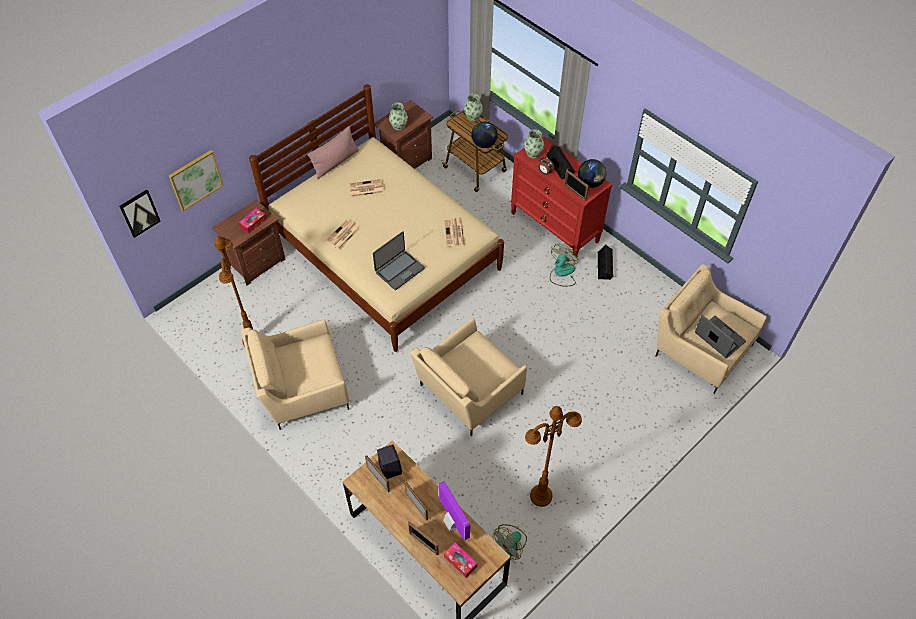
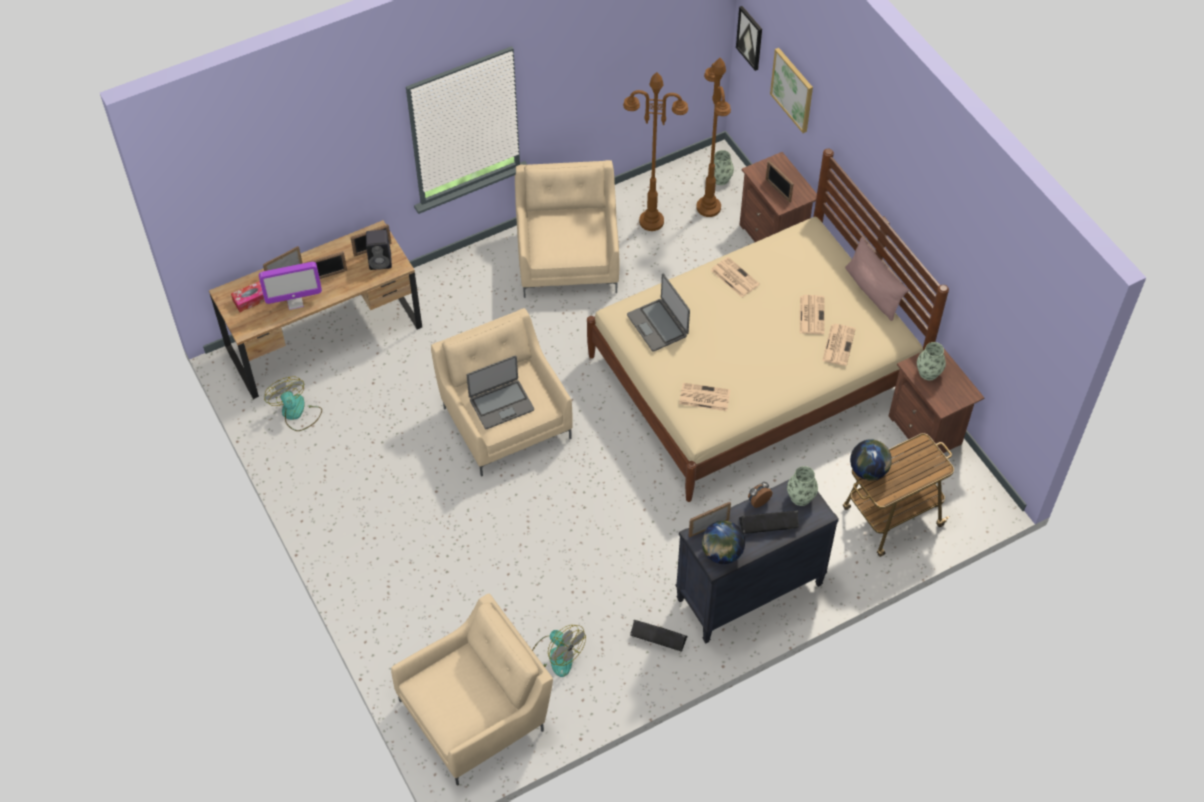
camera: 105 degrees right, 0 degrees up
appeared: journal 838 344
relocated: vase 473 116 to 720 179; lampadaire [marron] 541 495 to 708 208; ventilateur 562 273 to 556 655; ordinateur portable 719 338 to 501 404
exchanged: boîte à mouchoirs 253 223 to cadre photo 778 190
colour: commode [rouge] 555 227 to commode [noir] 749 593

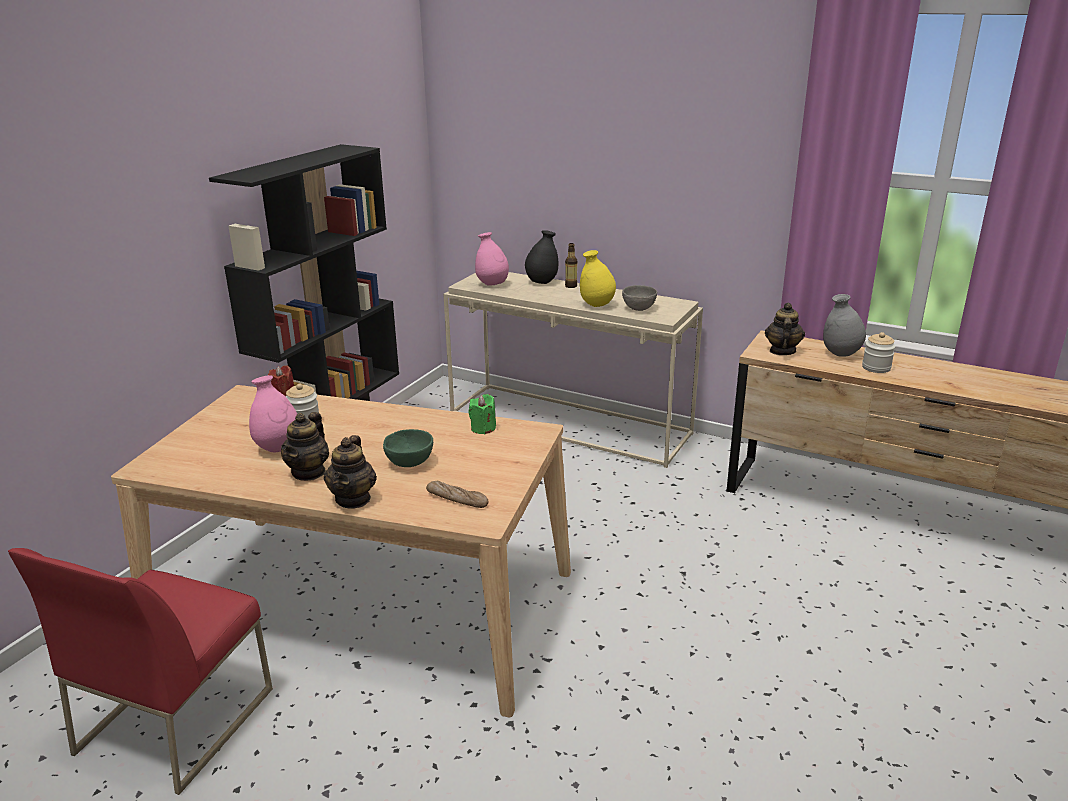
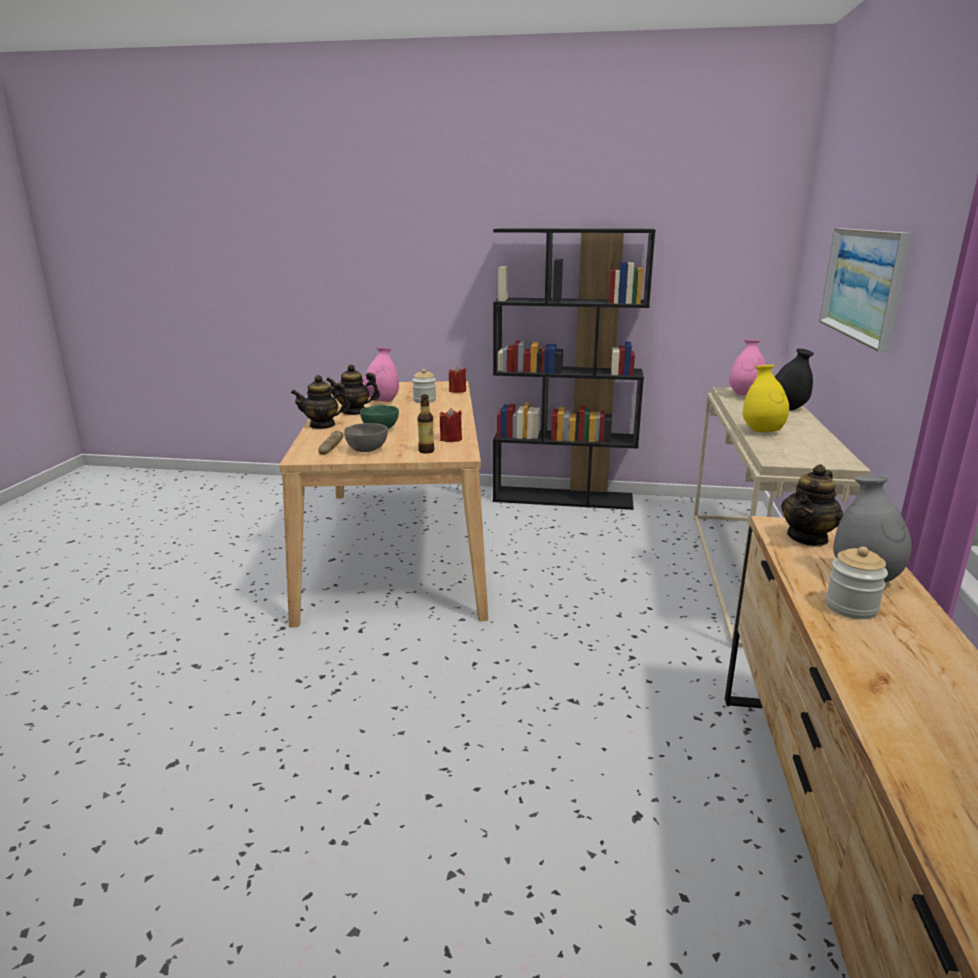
camera: 70 degrees right, 5 degrees down
missing: chaise [rouge] 176 719
appeared: tableau 863 284
relocated: bouteille 571 286 to 426 451; bol [gris] 638 308 to 366 450
colour: bougie [vert] 483 428 to bougie [rouge] 451 439
spun: théière 782 351 = 808 538 135 degrees clockwise

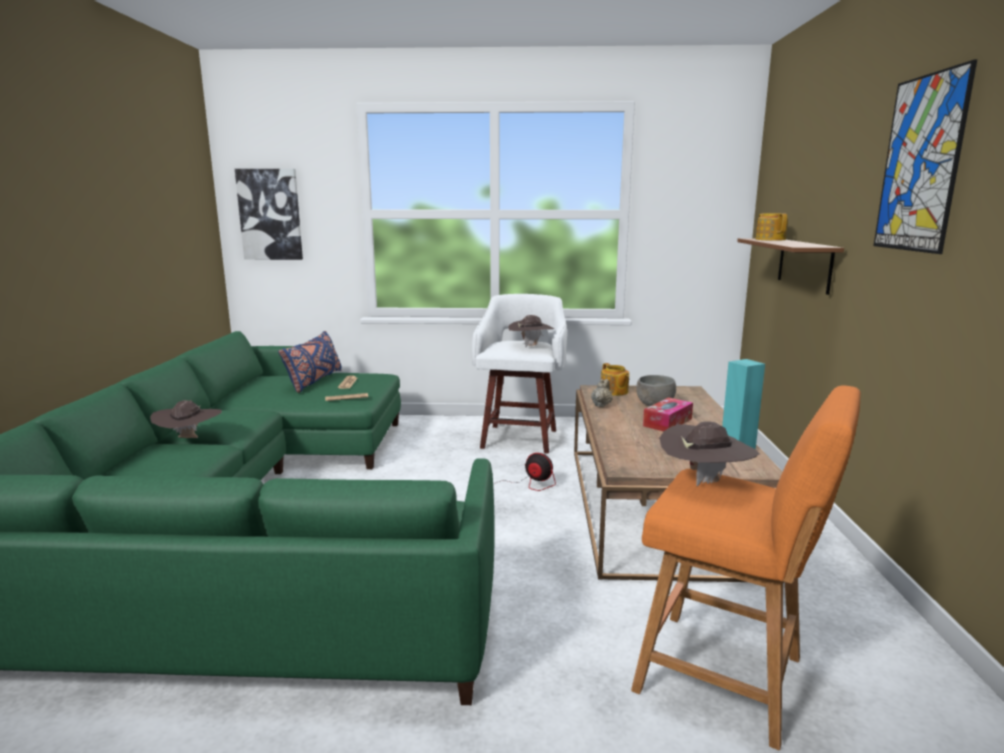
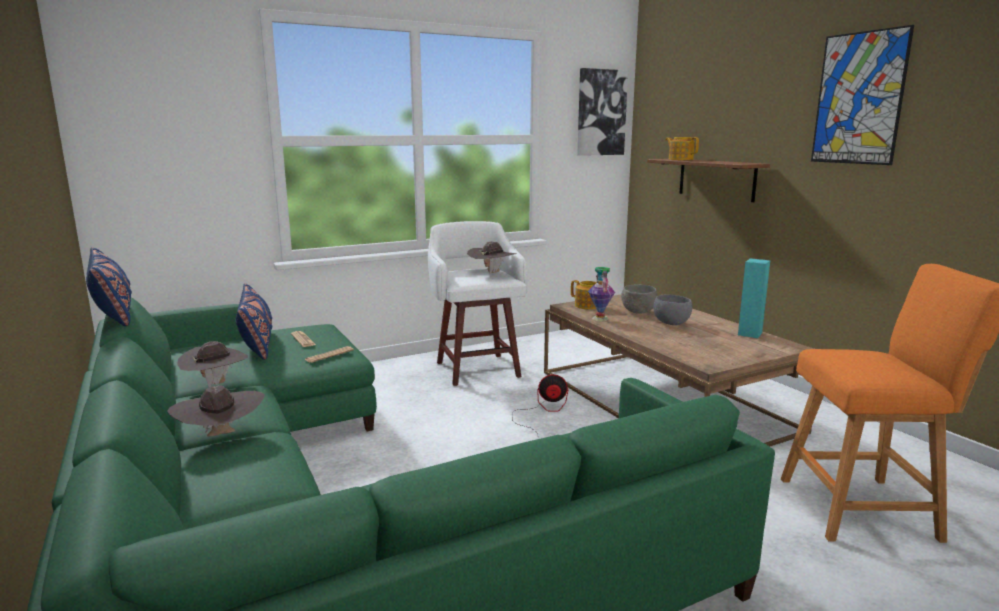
camera: 30 degrees left, 0 degrees up
appeared: coussin [bleu] 113 313
relocated: tableau 270 214 to 601 113; chapeau [marron] 704 481 to 216 384
exchanged: théière [beige] 601 405 to vase 599 318; boîte à mouchoirs 667 422 to bol [gris] 671 323

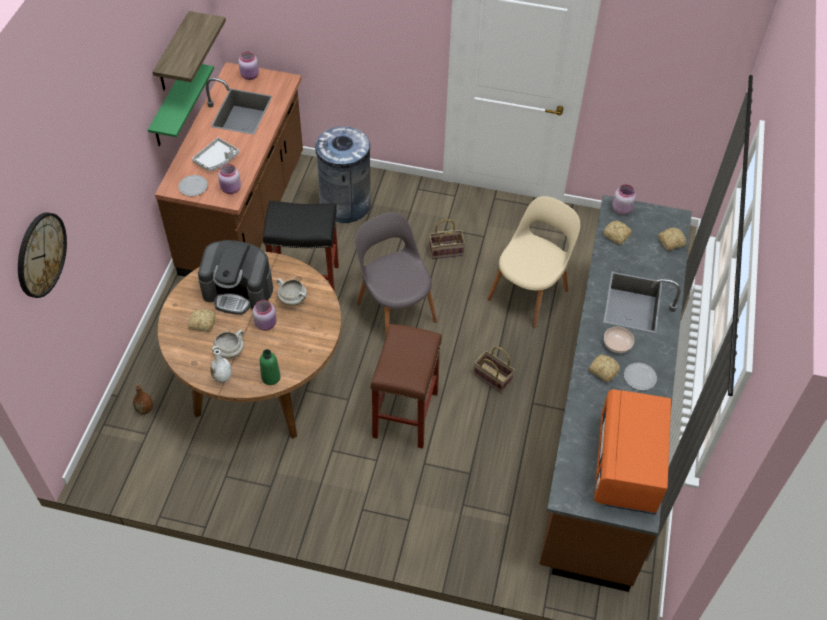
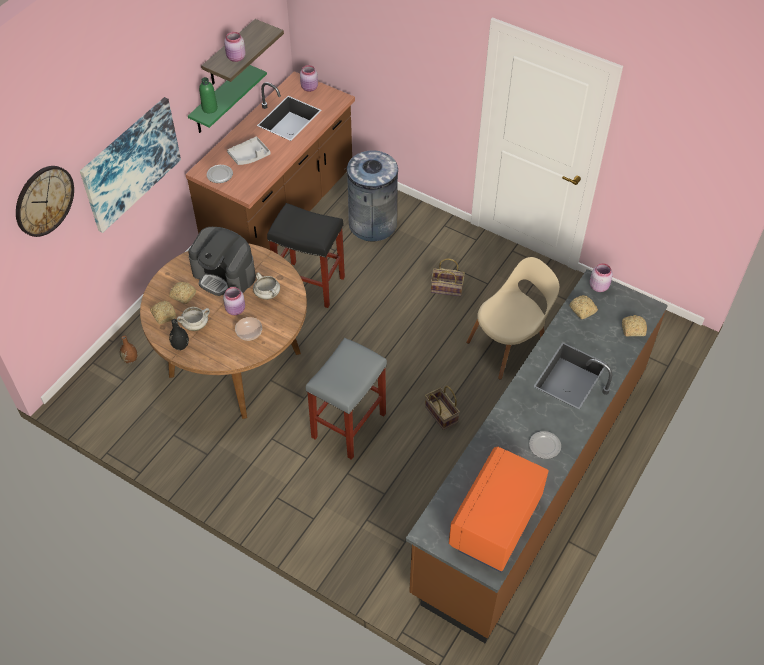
camera: 20 degrees right, 0 degrees up
missing: chaise [gris] 395 309
appeared: tableau 131 163
relocated: bocal [rose] 231 189 to 236 58; bouteille [vert] 271 377 to 209 108; pain 603 370 to 164 314; bol 616 344 to 248 332
colour: vase [blanc] 222 377 to vase [noir] 180 346; tabouret [marron] 406 415 to tabouret [gris] 348 426

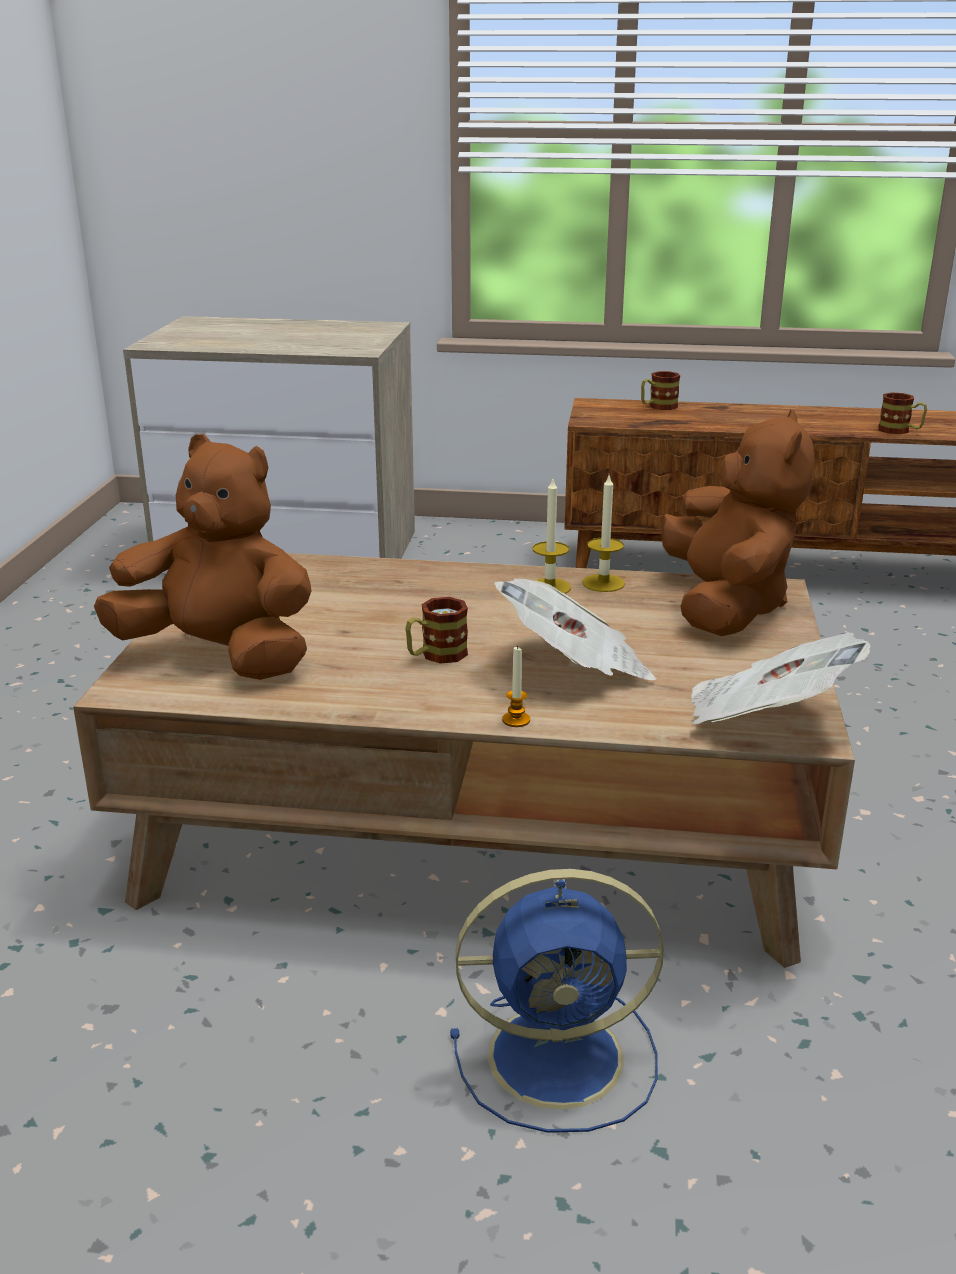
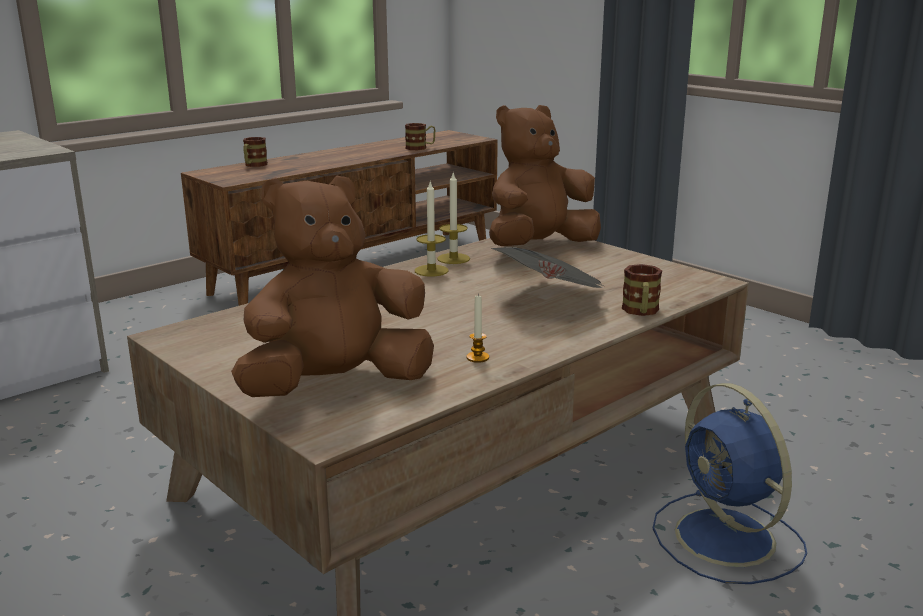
camera: 50 degrees left, 5 degrees down
missing: journal 765 718
relocated: mug 436 655 to 641 312; bougie 516 720 to 477 357
spun: ventilateur [bleu] 562 1056 = 728 540 120 degrees clockwise; peluche [marron] 726 606 = 539 247 75 degrees counterclockwise

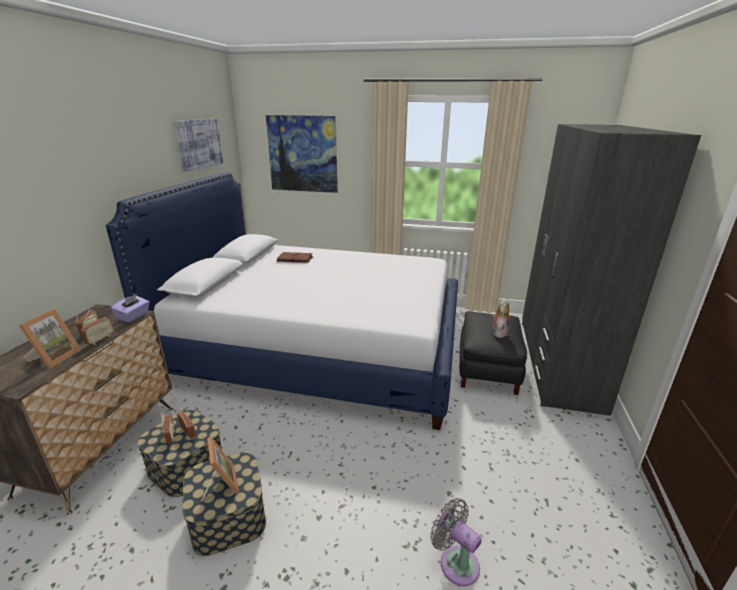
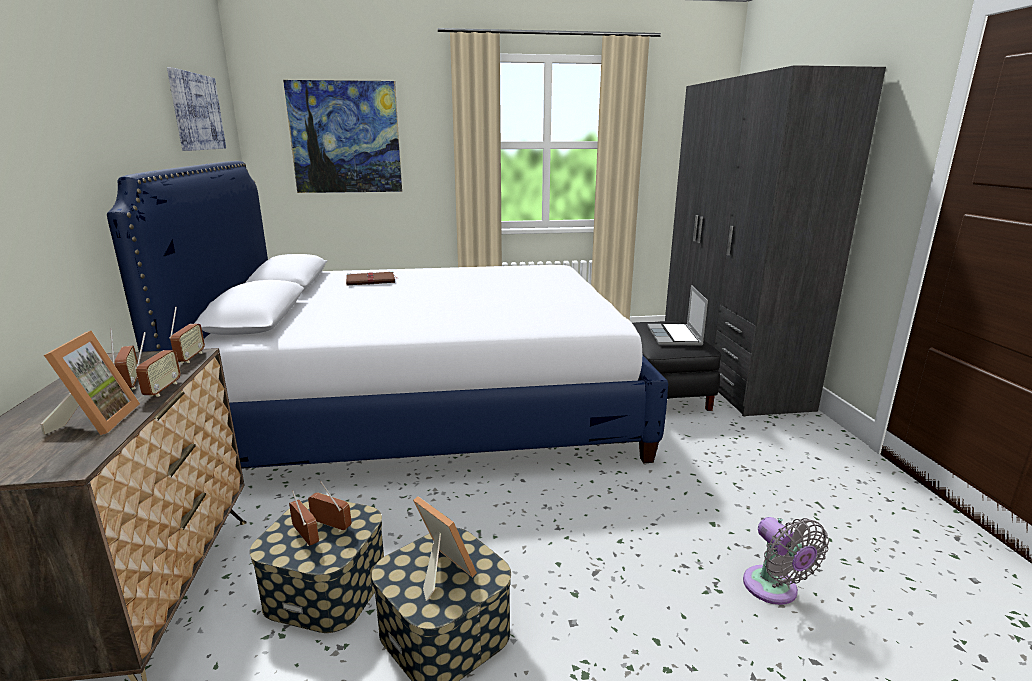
camera: 20 degrees left, 5 degrees down
exchanged: boîte à mouchoirs [violet] 133 316 to radio 190 358; peluche 498 332 to ordinateur portable 675 336
spun: ventilateur [gris] 455 562 = 774 590 135 degrees counterclockwise

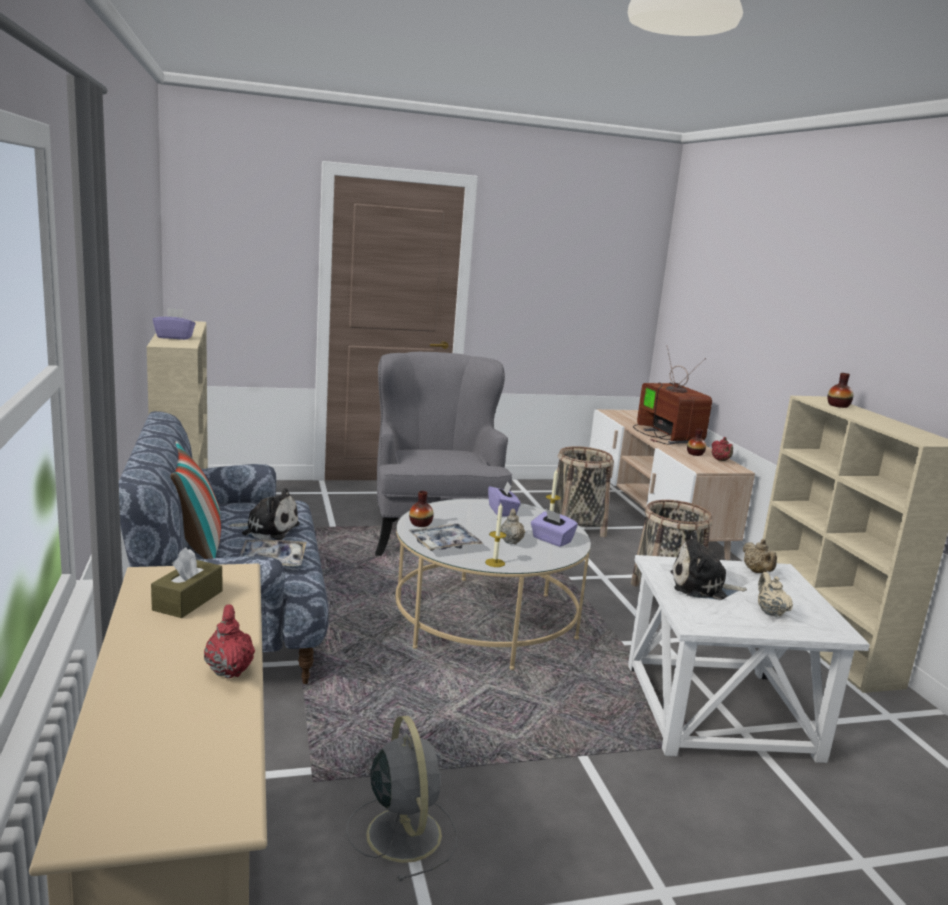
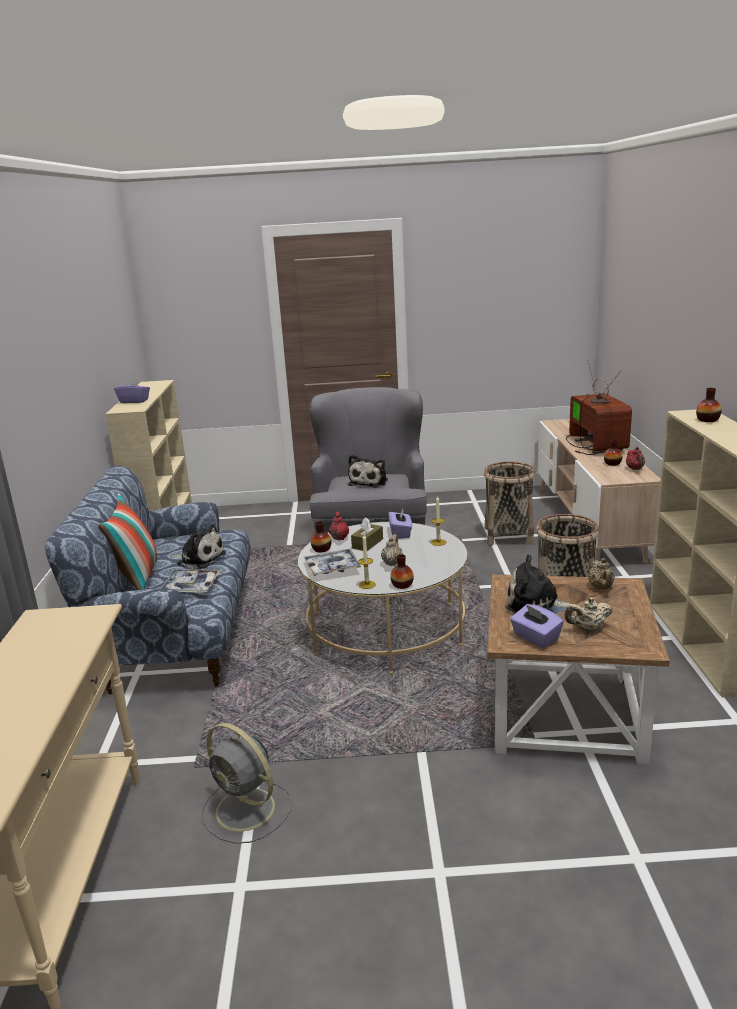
camera: 15 degrees right, 5 degrees up
appeared: peluche 369 482; vase 402 585
relocated: boîte à mouchoirs [marron] 188 600 to 367 543; théière [rouge] 229 669 to 339 538; boîte à mouchoirs [violet] 551 540 to 535 638
colour: table d'appoint [blanc] 722 712 to table d'appoint [marron] 568 715
spun: ventilateur [gris] 403 832 = 247 810 135 degrees clockwise; théière [beige] 770 612 = 588 629 105 degrees counterclockwise

